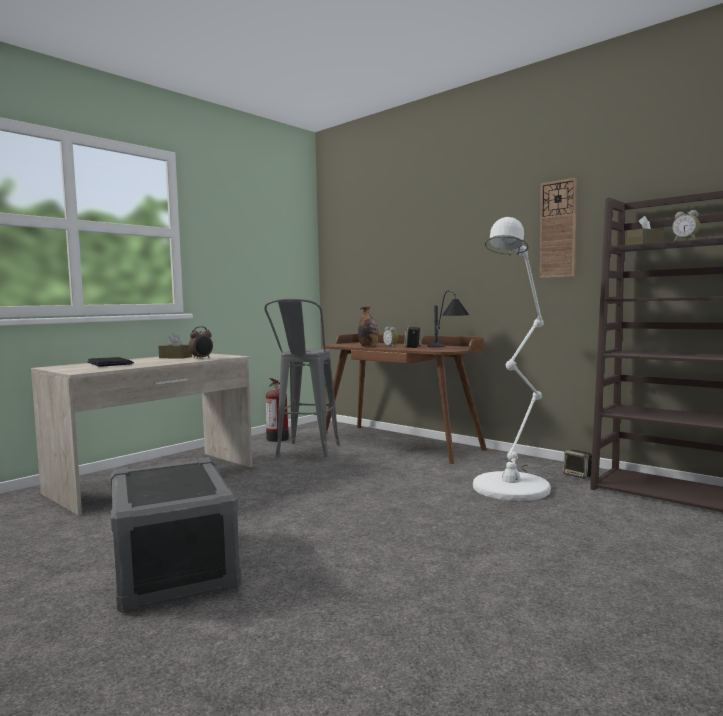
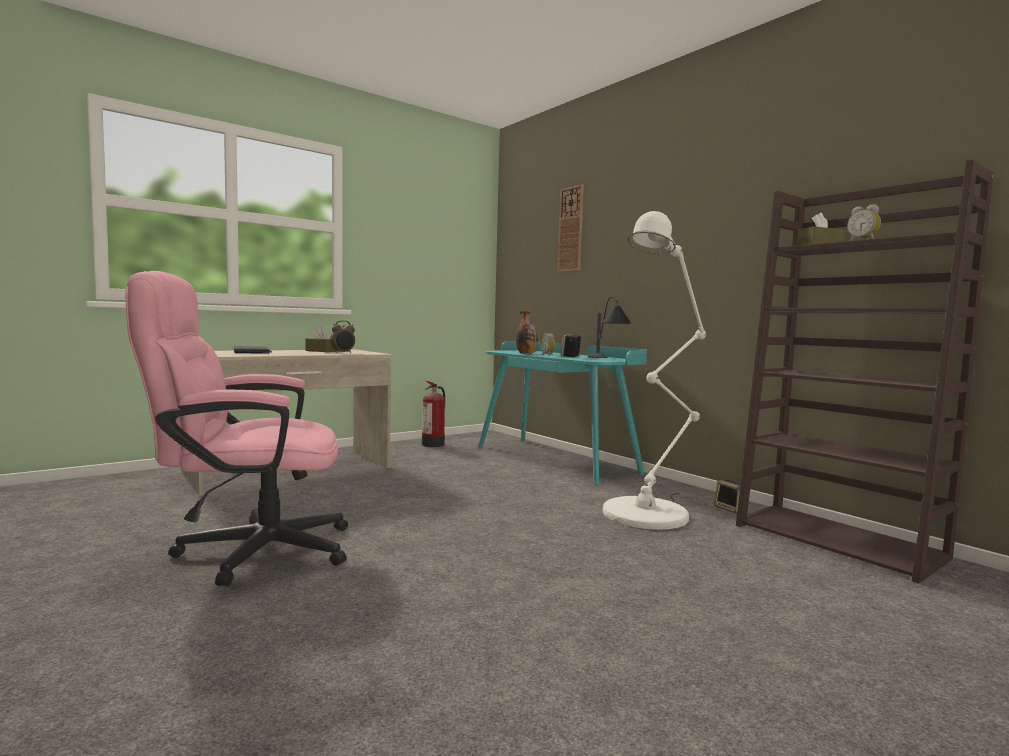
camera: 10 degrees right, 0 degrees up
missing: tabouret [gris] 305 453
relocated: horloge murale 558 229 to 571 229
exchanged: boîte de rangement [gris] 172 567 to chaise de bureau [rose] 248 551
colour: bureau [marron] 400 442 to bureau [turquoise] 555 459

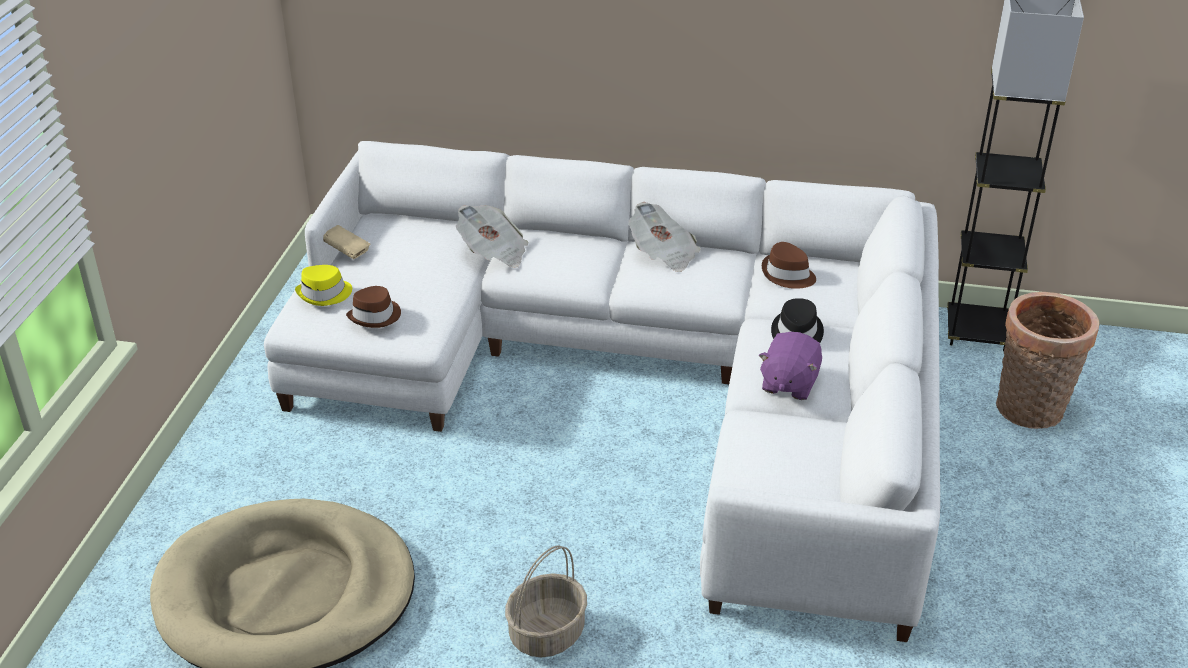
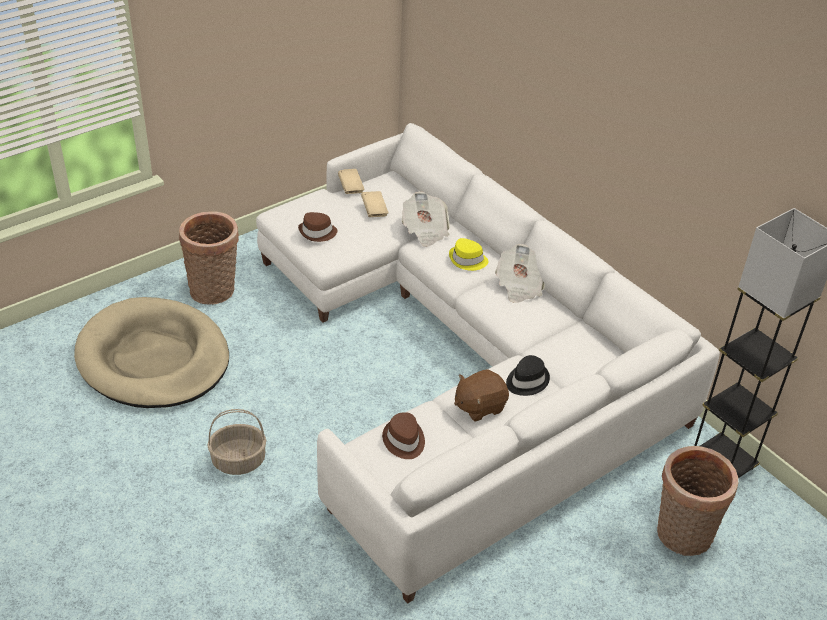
camera: 40 degrees right, 5 degrees up
appeared: panier 215 291; livre [beige] 374 210
relocated: chapeau [jaune] 324 294 to 467 260; chapeau [marron] 787 275 to 403 441
colour: peluche [violet] 788 383 to peluche [marron] 479 406

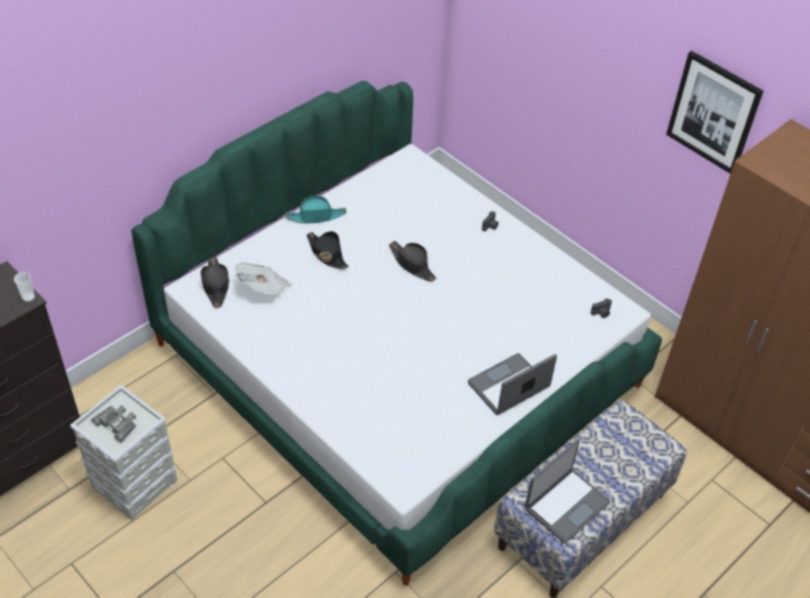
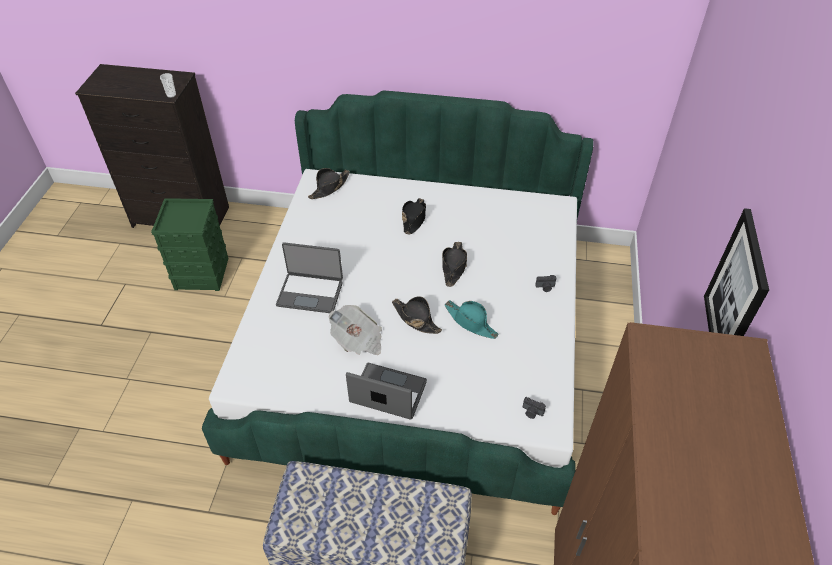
camera: 55 degrees right, 0 degrees up
missing: jumelles [gris] 117 424
appeared: chapeau [noir] 415 319
relocated: journal 264 289 to 358 340; chapeau [turquoise] 316 216 to 471 322; ordinateur portable 565 505 to 310 292
colour: boîte de rangement [gris] 134 483 to boîte de rangement [vert] 202 273

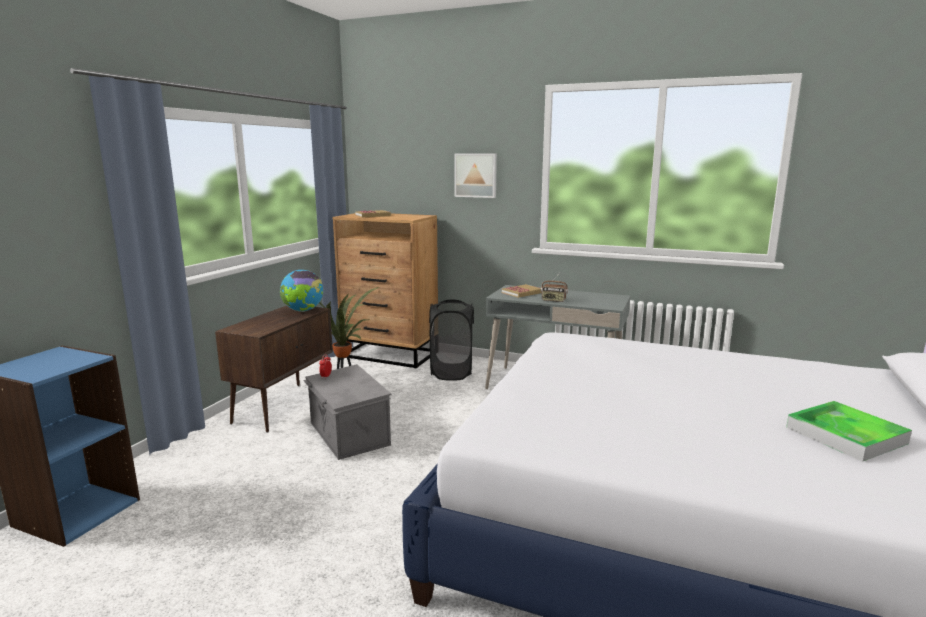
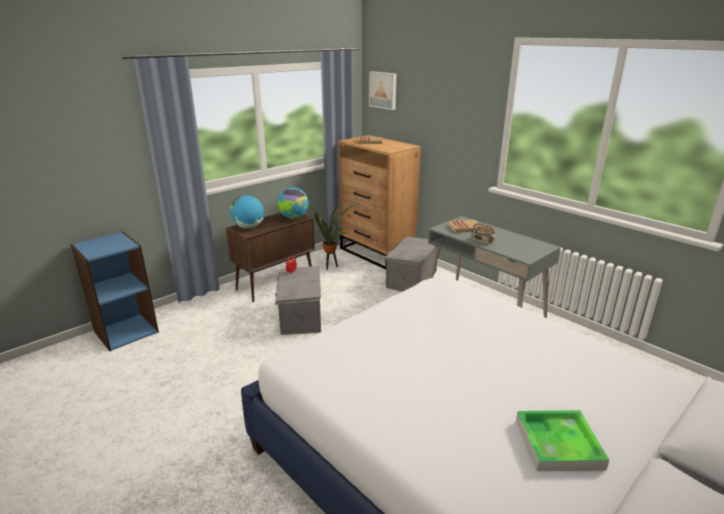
camera: 25 degrees right, 10 degrees up
appeared: globe 248 227
relocated: tableau 476 175 to 383 90
exchanged: panier à linge [noir] 452 372 to boîte de rangement [gris] 410 279

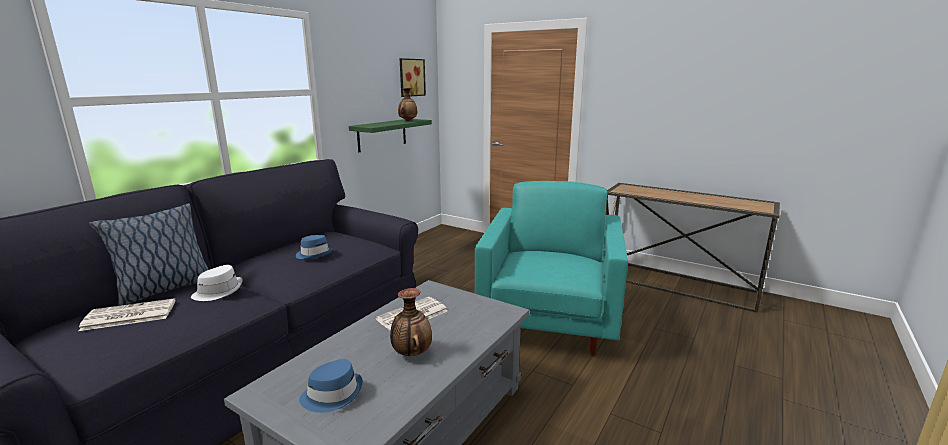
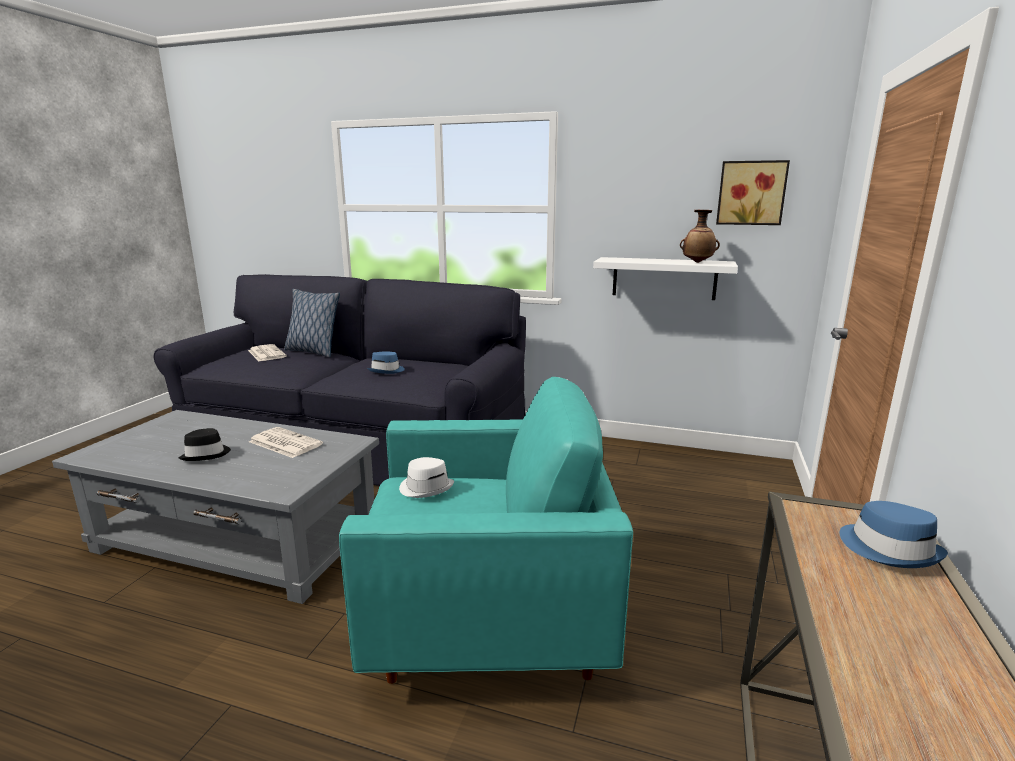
camera: 75 degrees right, 0 degrees up
relocated: chapeau [blanc] 218 291 to 426 487; chapeau [bleu] 332 394 to 889 549
exchanged: vase 411 353 to chapeau [noir] 206 454
colour: étagère [vert] 382 135 to étagère [blanc] 664 278

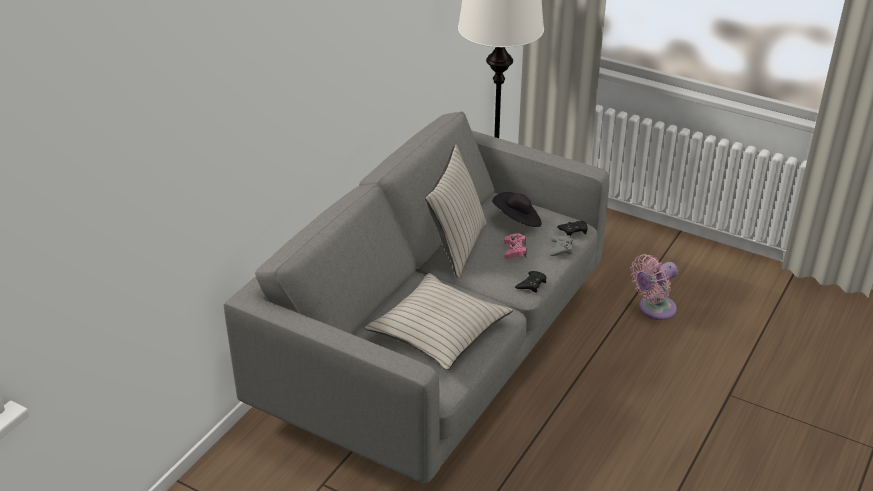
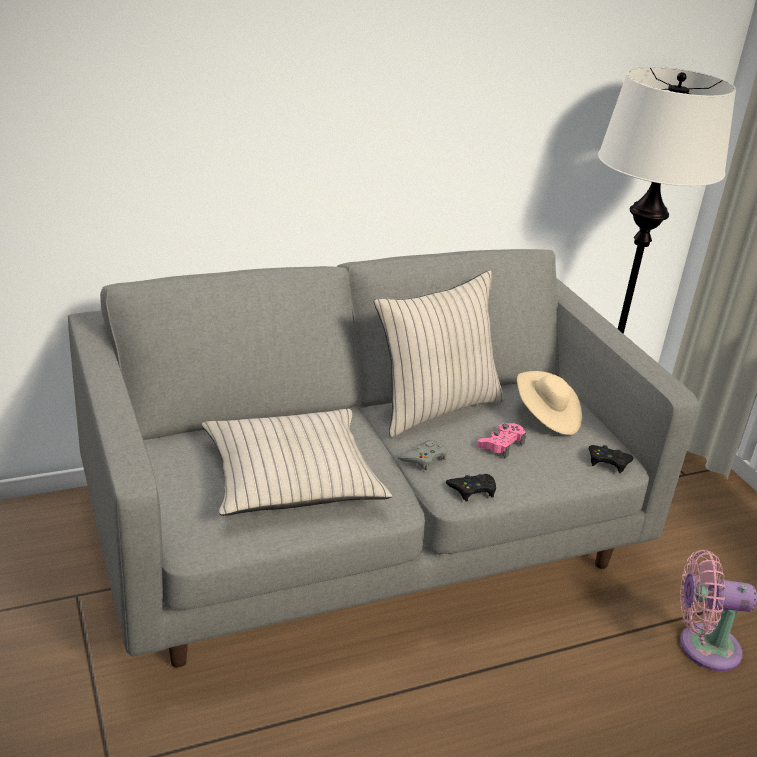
camera: 35 degrees right, 5 degrees down
relocated: manette [gris] 561 248 to 424 458
colour: chapeau [noir] 517 221 to chapeau [beige] 546 417

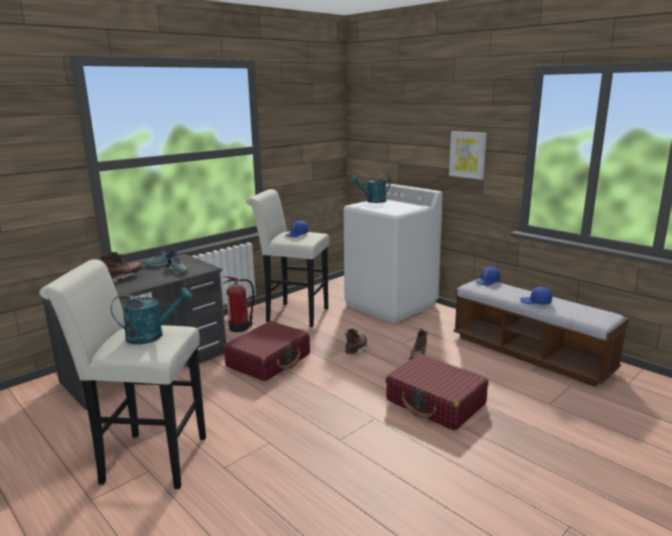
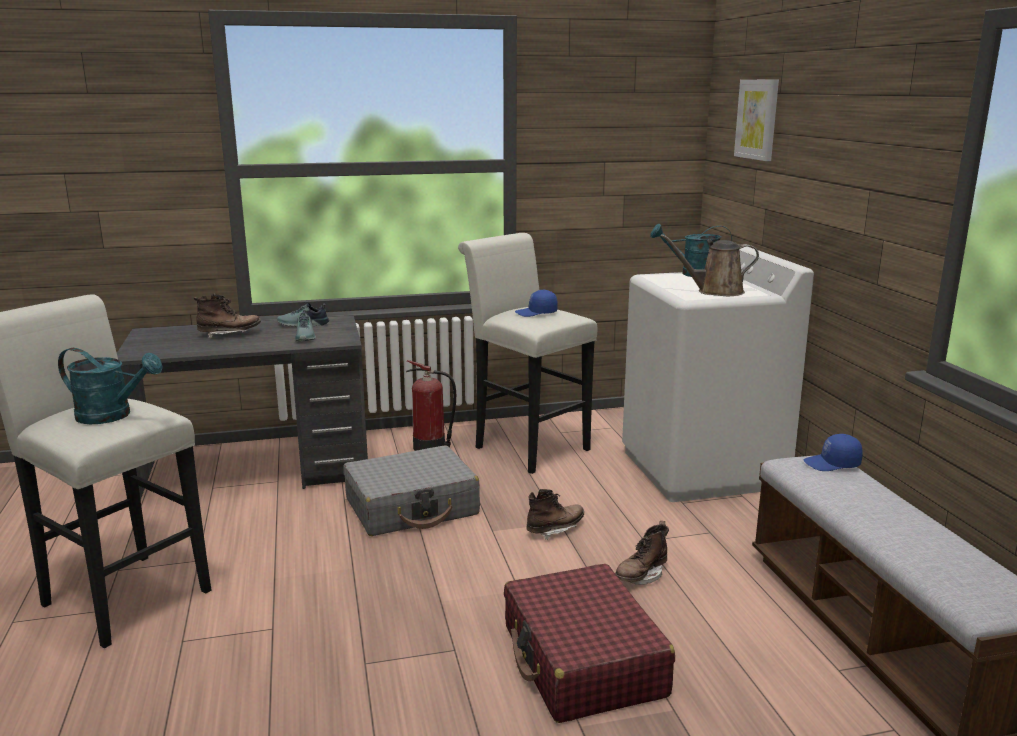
camera: 30 degrees right, 0 degrees up
missing: casquette [bleu] 535 302
appeared: arrosoir [marron] 715 291
relocated: tableau 468 154 to 757 119
colour: valise [rouge] 269 360 to valise [gris] 412 507

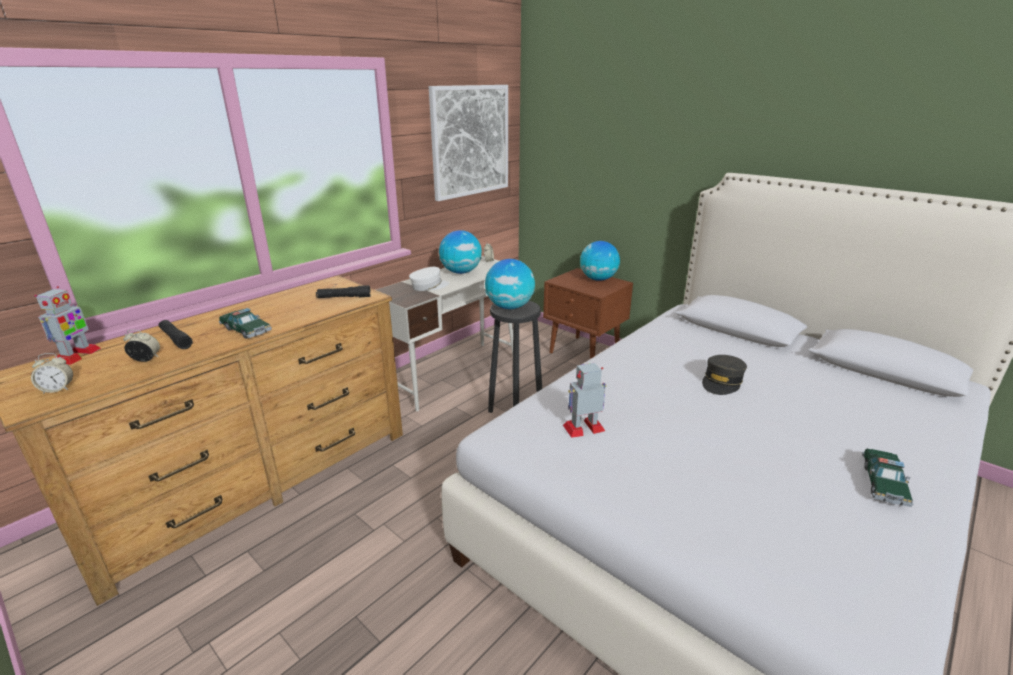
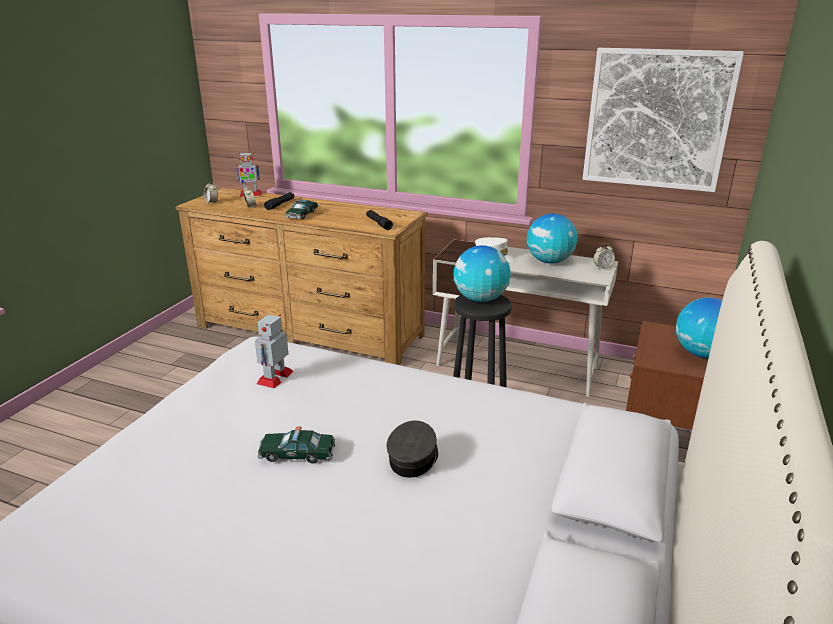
camera: 70 degrees right, 0 degrees up
relocated: petite voiture 883 483 to 297 454
spun: robot jouet 584 428 = 275 377 120 degrees counterclockwise; casquette [gris] 722 382 = 413 458 90 degrees clockwise

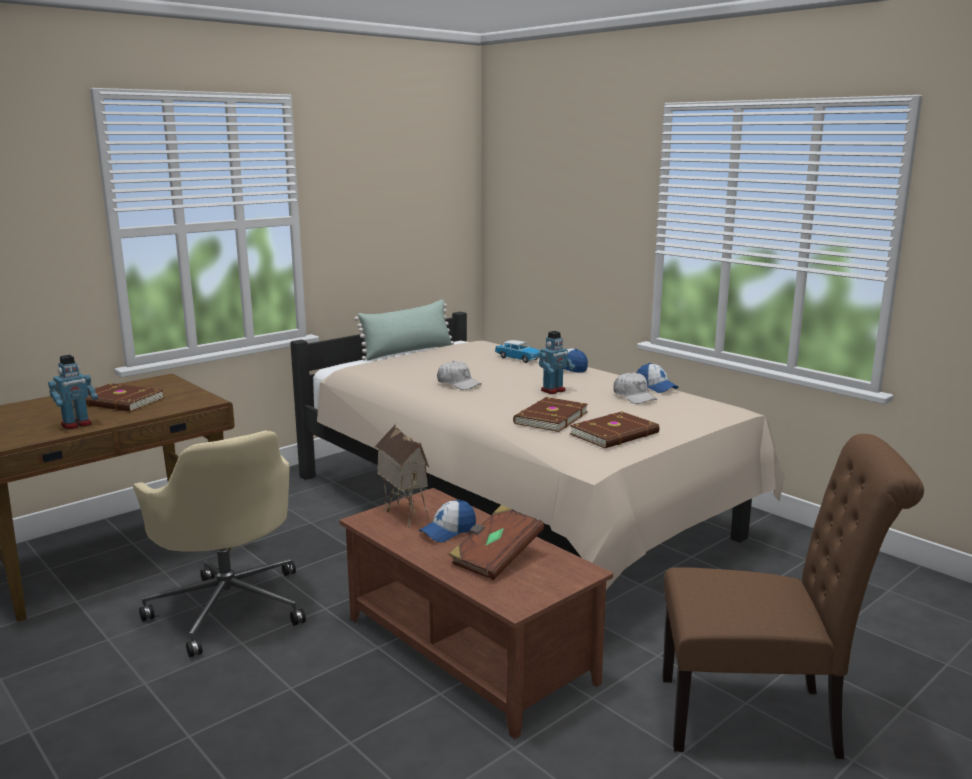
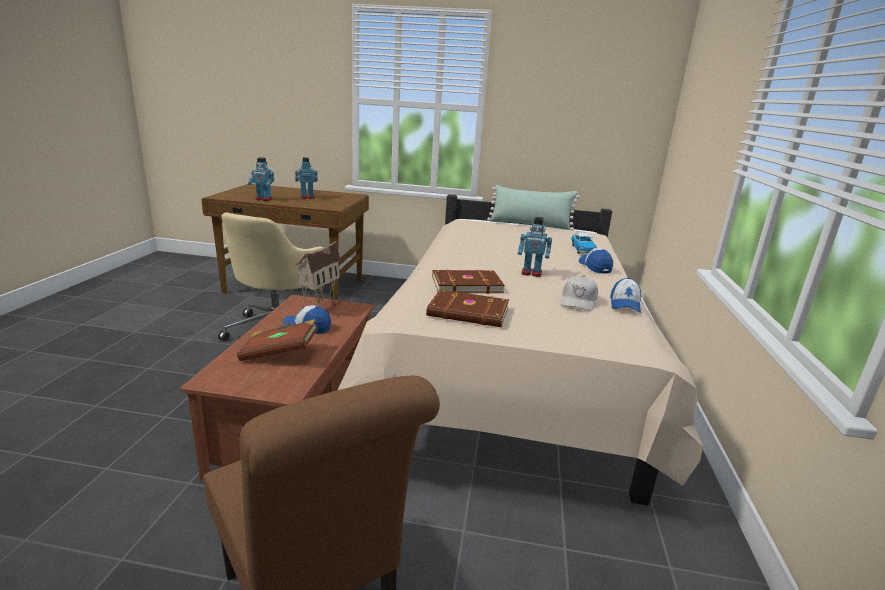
camera: 50 degrees right, 5 degrees up
missing: casquette [blanc] 458 384
exchanged: livre [marron] 119 402 to robot jouet 307 197

